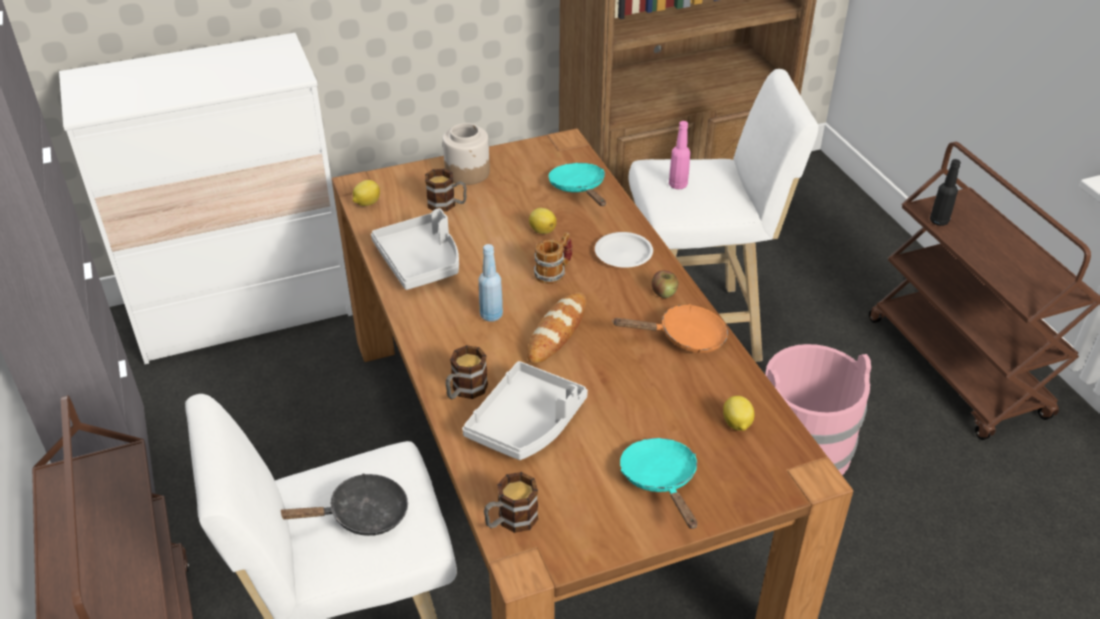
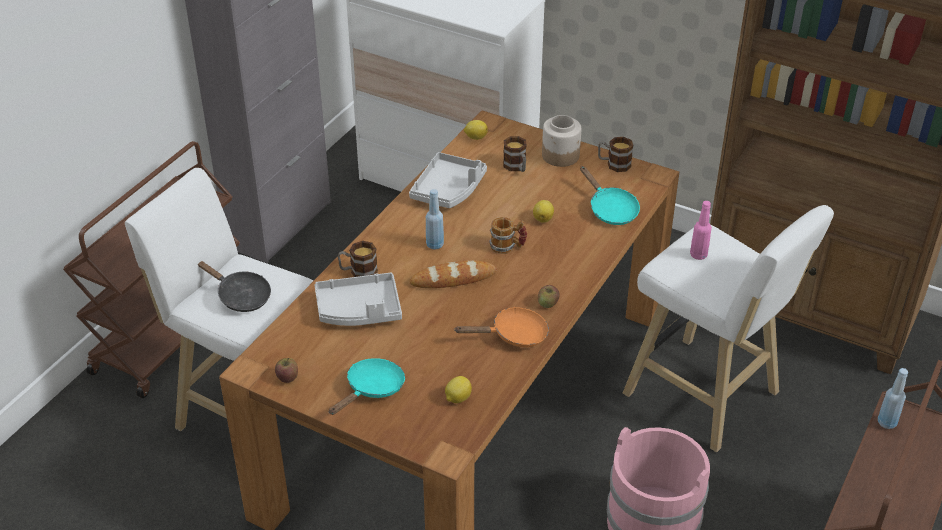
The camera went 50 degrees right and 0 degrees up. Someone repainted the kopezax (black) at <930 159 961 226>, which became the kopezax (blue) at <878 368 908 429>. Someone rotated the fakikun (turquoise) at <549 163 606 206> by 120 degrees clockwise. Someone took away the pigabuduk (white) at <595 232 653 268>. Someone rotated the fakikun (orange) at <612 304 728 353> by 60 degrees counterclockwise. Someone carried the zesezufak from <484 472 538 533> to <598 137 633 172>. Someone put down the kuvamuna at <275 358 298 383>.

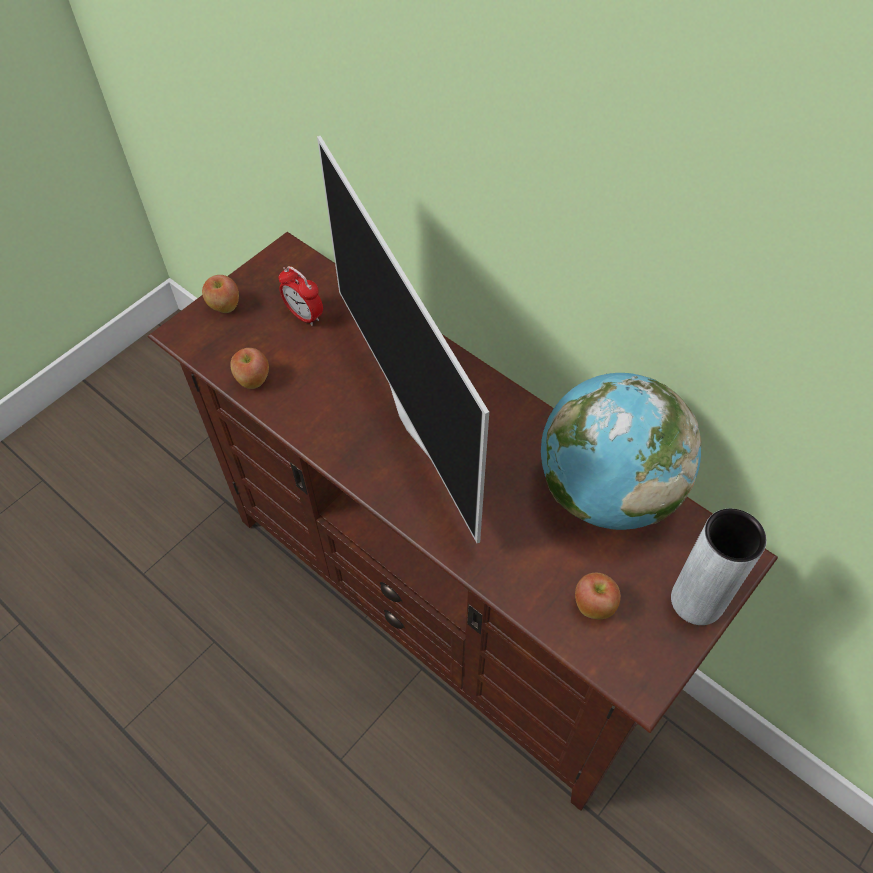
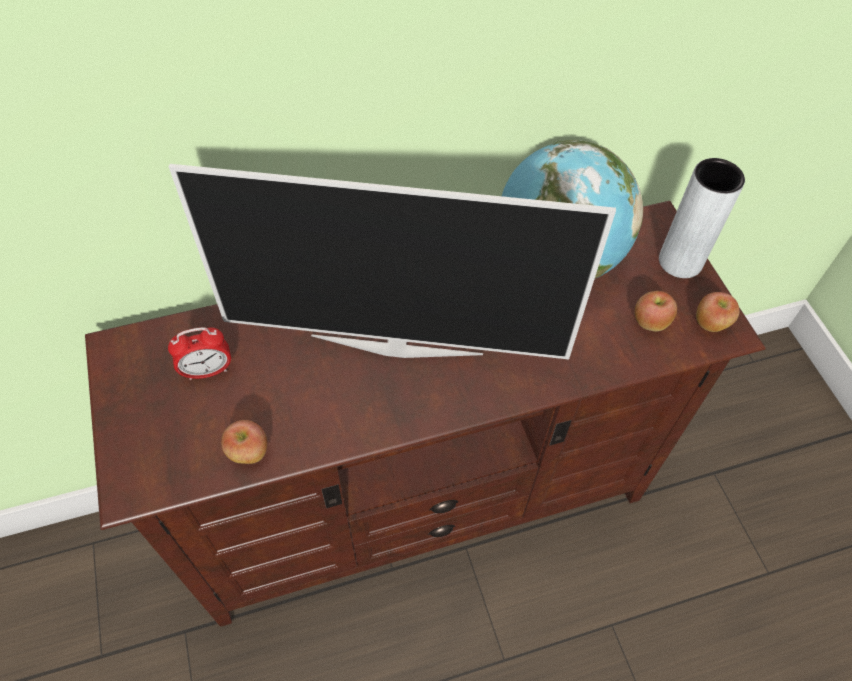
The camera went 60 degrees left and 0 degrees up. Someone carried the kuvamuna from <202 275 239 313> to <696 292 739 332>.

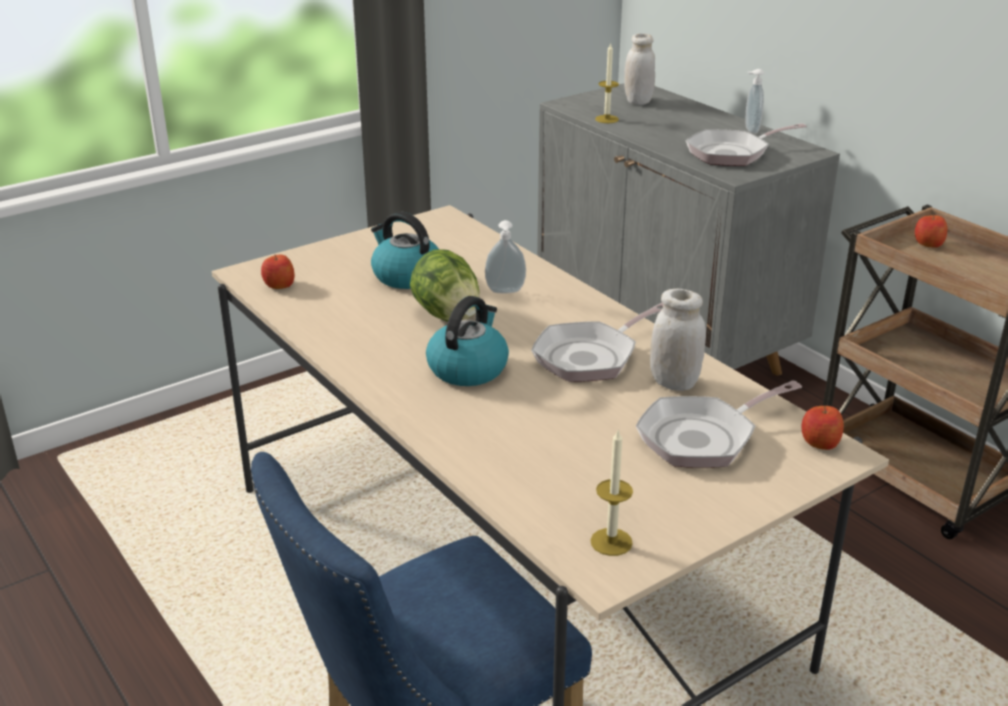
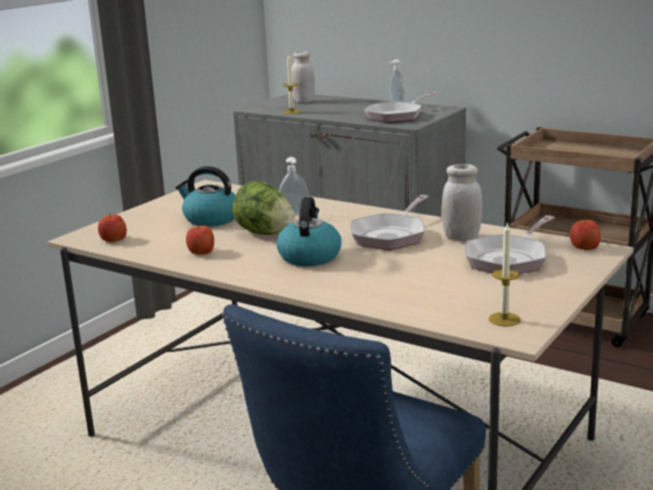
The camera went 20 degrees left and 10 degrees down. Someone carried the kuvamuna from <915 214 947 247> to <186 225 214 255>.

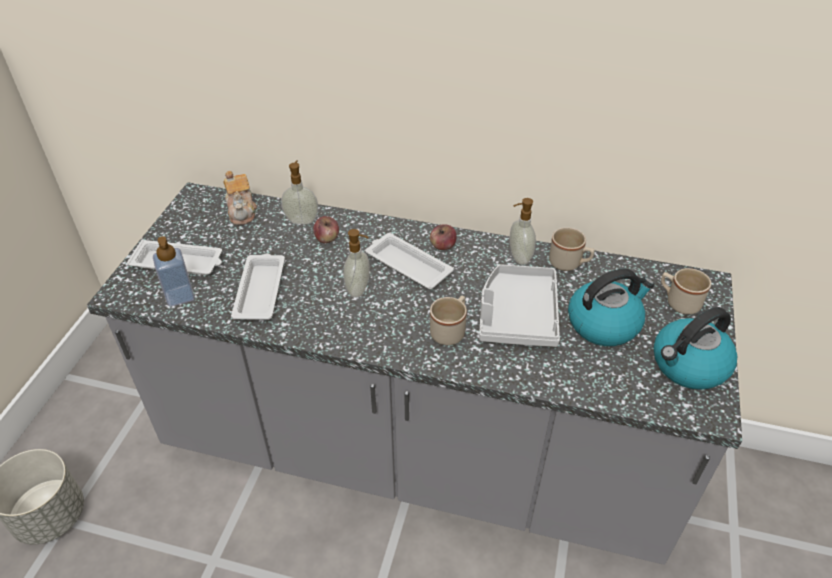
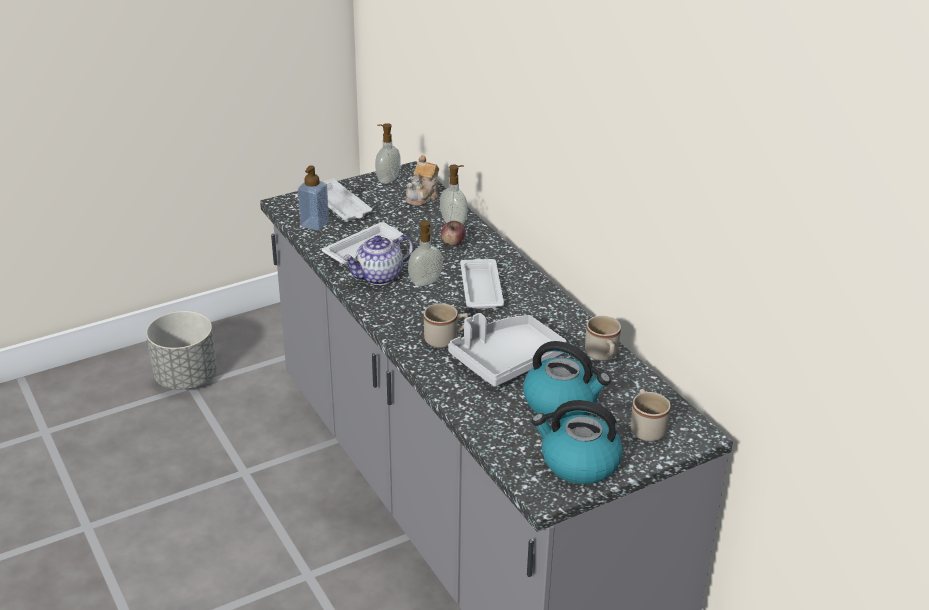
The camera went 45 degrees right and 10 degrees down. Someone carried the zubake from <509 198 536 265> to <375 123 401 184>. Someone took away the kuvamuna at <430 224 457 250>. Someone put down the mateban at <343 234 414 285>.

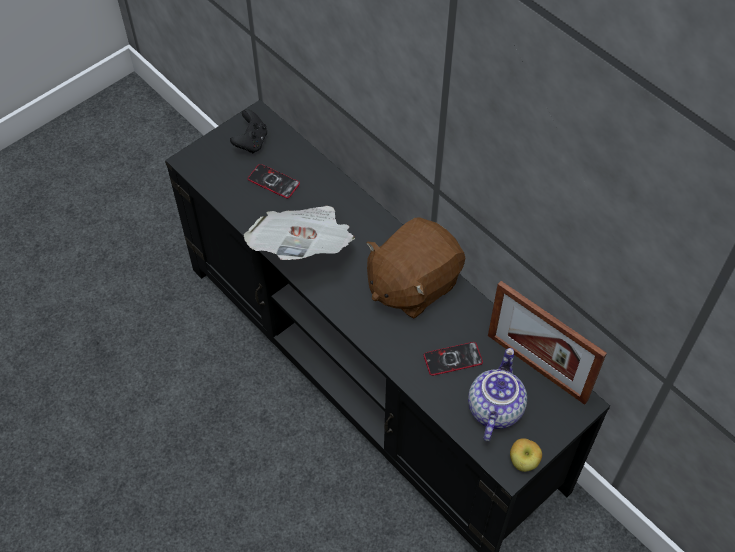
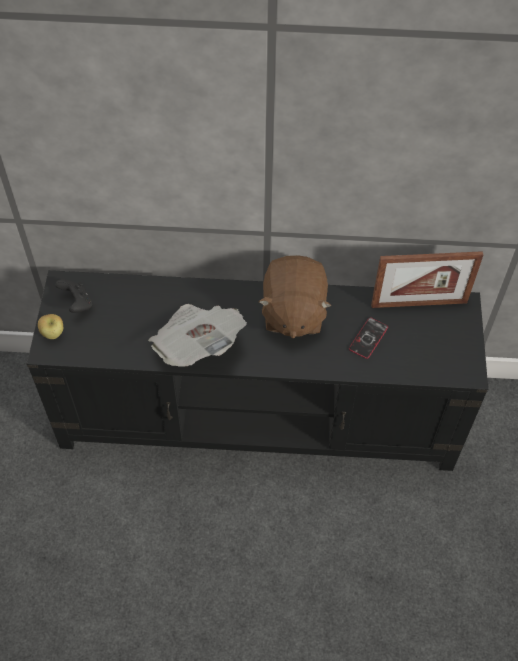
The camera went 45 degrees left and 0 degrees up. Someone took away the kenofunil at <247 164 300 199>. Someone took away the mateban at <468 348 527 441>. Someone carried the kuvamuna from <510 438 542 472> to <38 314 63 339>.

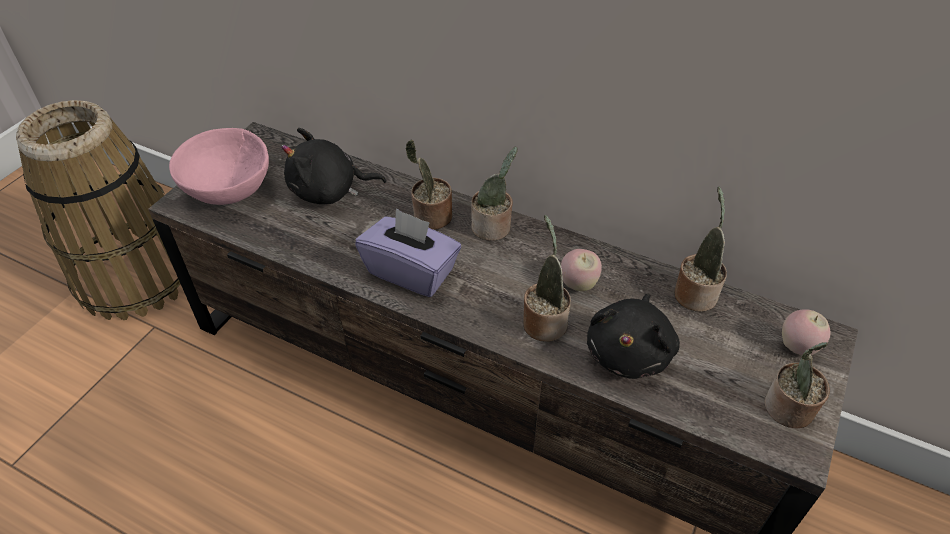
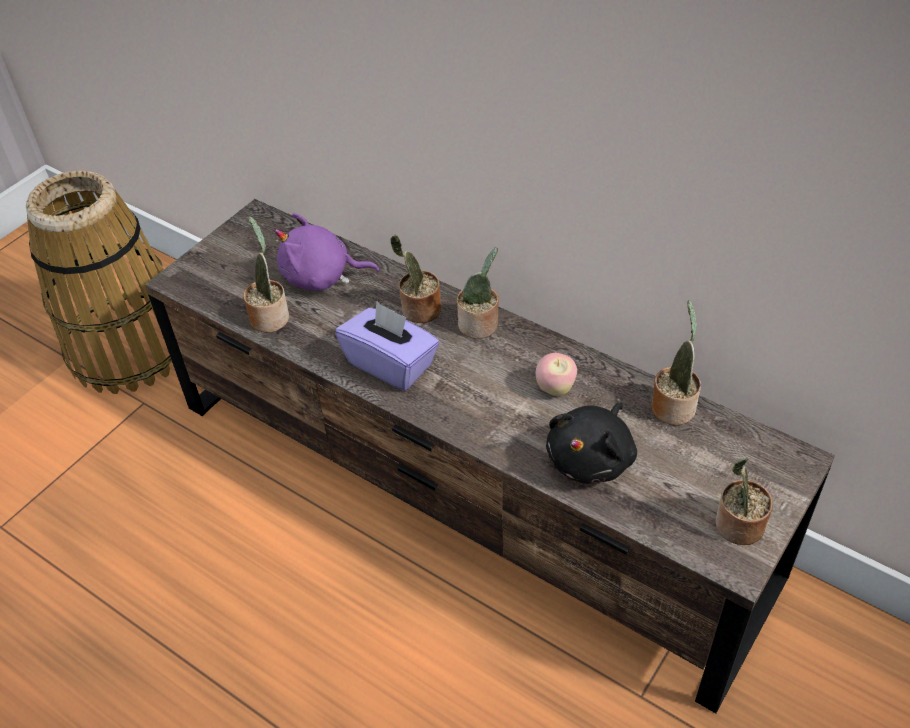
The camera went 10 degrees right and 0 degrees up. Someone took away the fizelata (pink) at <169 128 269 205>. Someone repainted the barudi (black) at <281 128 387 204>, which became the barudi (purple) at <275 213 380 291>. Someone carried the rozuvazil from <523 215 571 342> to <243 216 289 333>. Someone took away the kuvamuna at <782 309 830 355>.

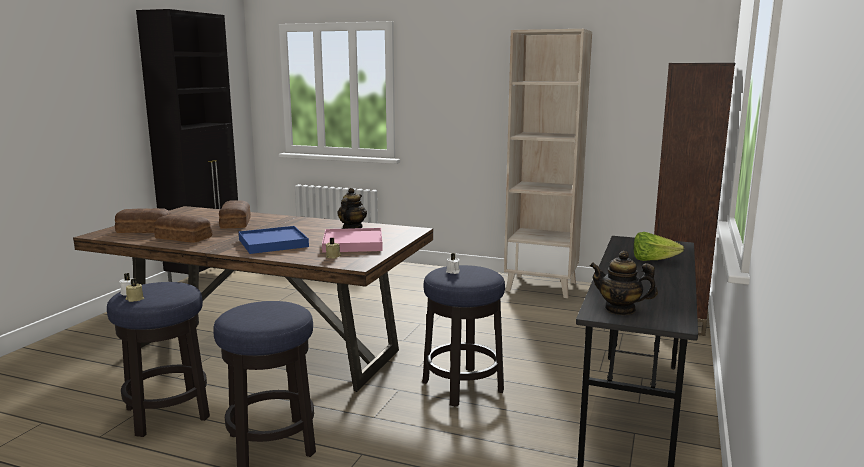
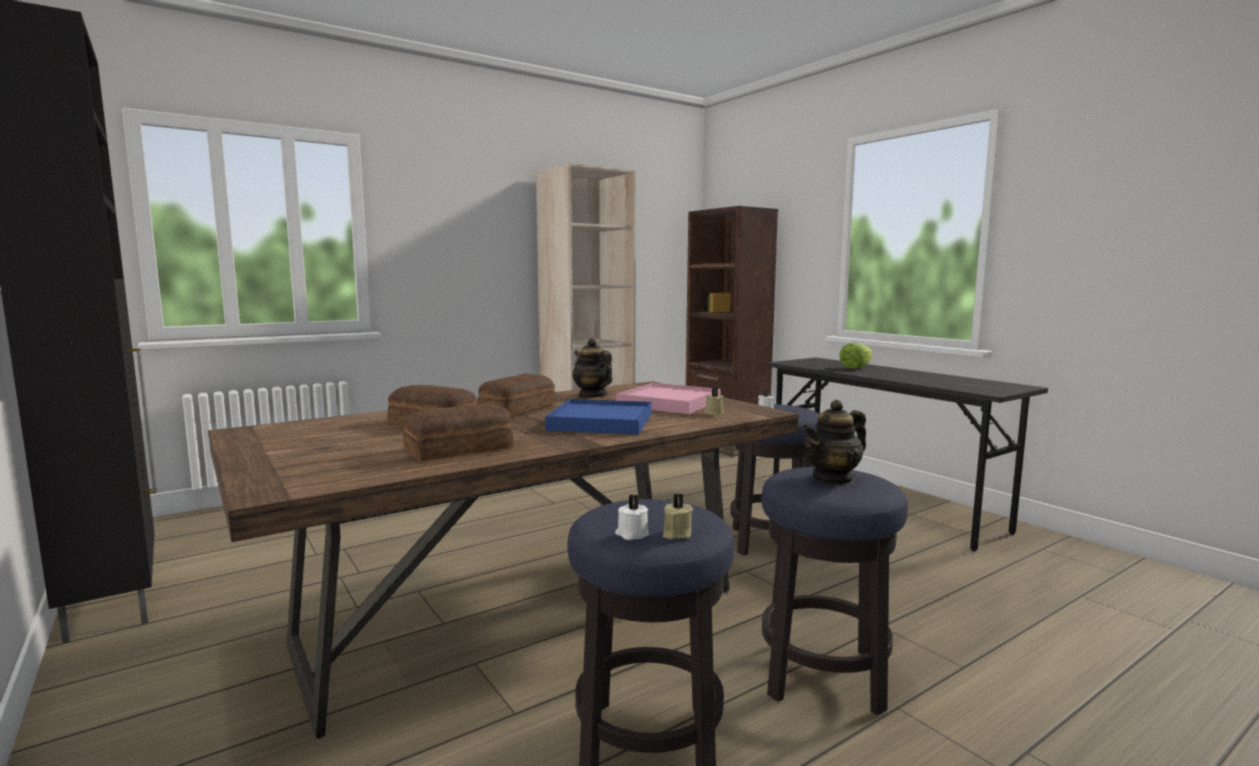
The camera went 55 degrees left and 5 degrees down. Someone carried the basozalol from <115 208 171 233> to <477 373 556 416>. Someone carried the mateban from <590 251 658 315> to <802 399 866 485>.

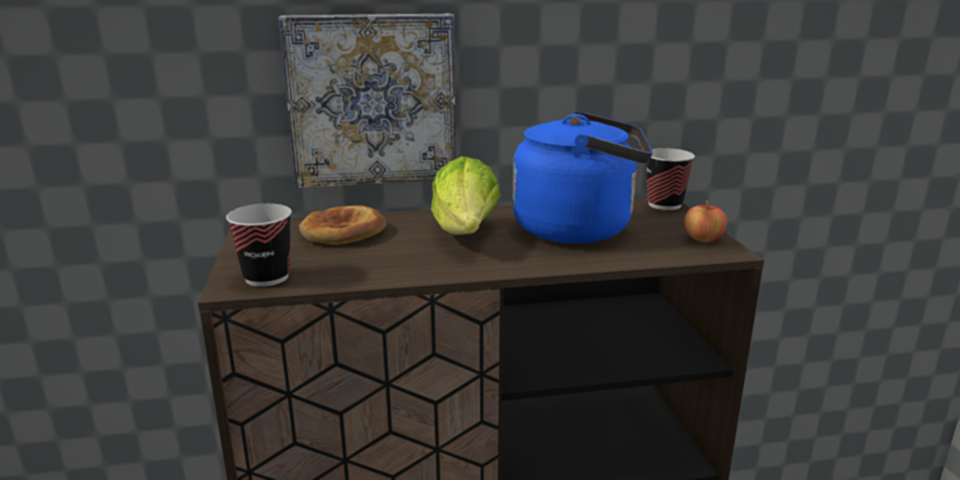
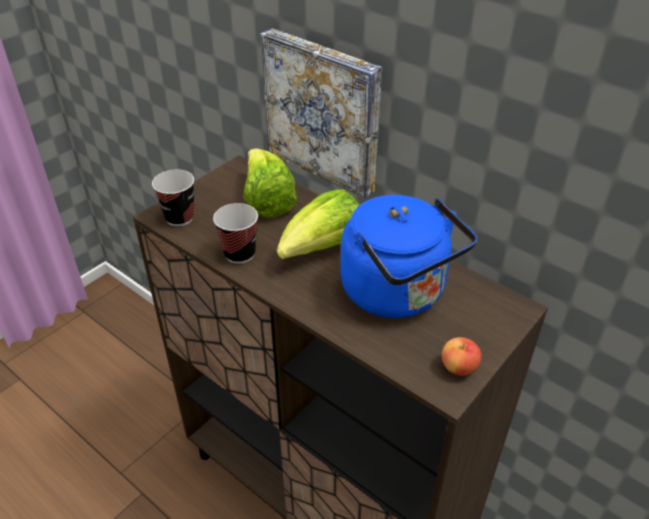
The camera went 50 degrees right and 20 degrees up. Someone carried the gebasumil from <647 148 695 210> to <213 203 258 264>. Someone swapped the basozalol at <299 205 386 245> for the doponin at <243 149 297 218>.

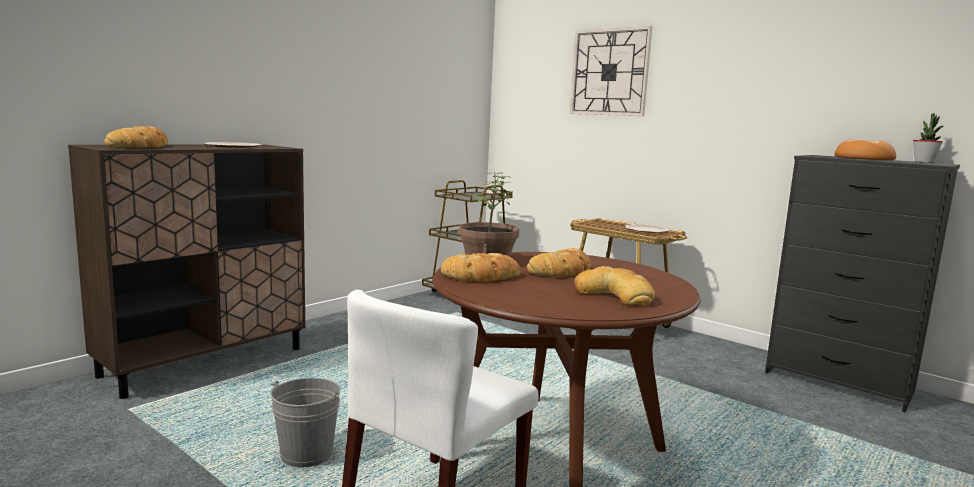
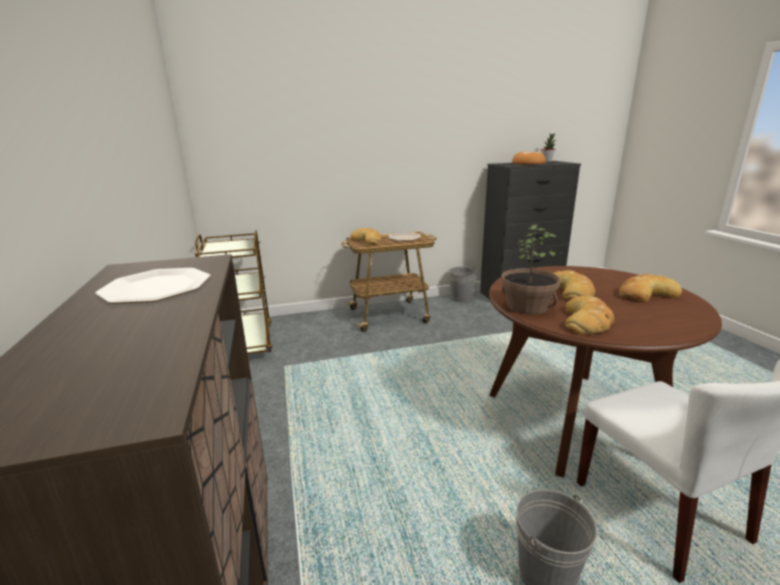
The camera went 55 degrees left and 10 degrees up. Someone took away the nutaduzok at <570 26 652 116>. Someone carried the basozalol from <104 126 168 148> to <351 228 382 244>. Someone put down the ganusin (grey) at <449 266 477 302>.

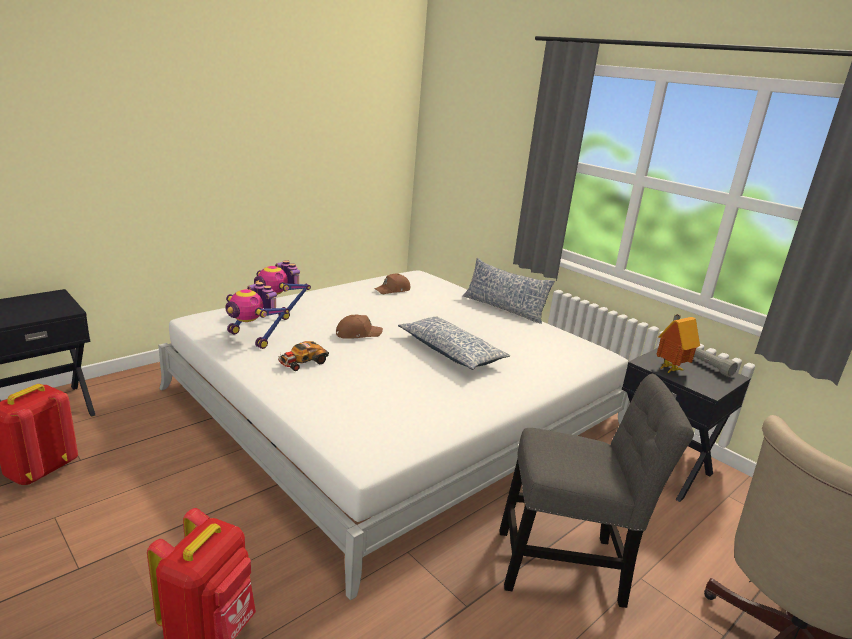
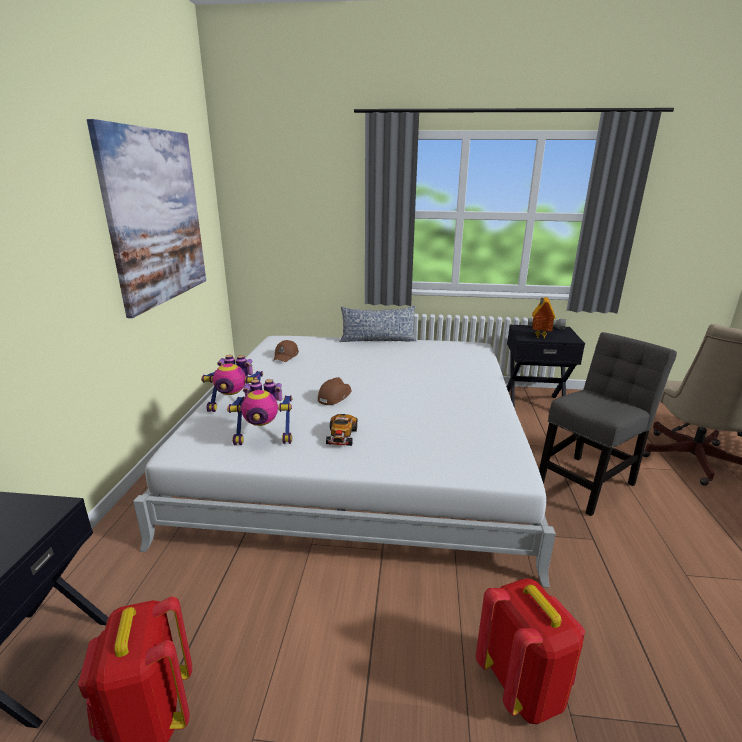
The camera went 40 degrees left and 0 degrees up. Someone took away the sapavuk at <398 317 510 370>. Someone put up the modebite at <87 119 206 318>.

